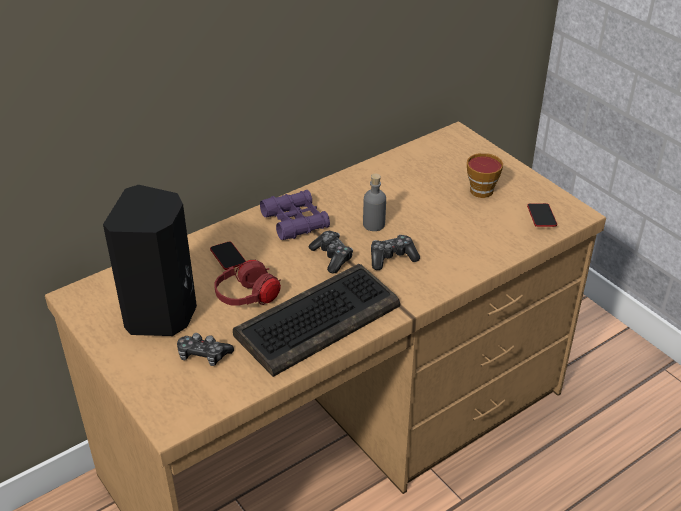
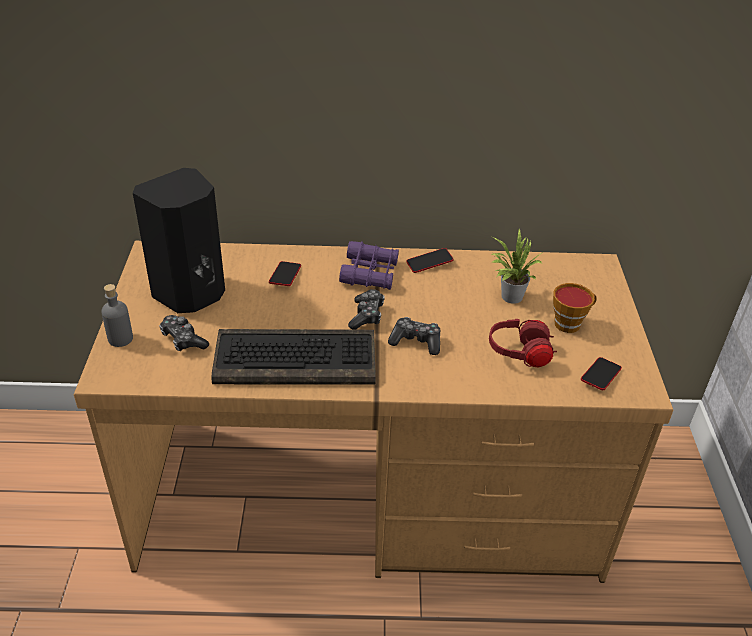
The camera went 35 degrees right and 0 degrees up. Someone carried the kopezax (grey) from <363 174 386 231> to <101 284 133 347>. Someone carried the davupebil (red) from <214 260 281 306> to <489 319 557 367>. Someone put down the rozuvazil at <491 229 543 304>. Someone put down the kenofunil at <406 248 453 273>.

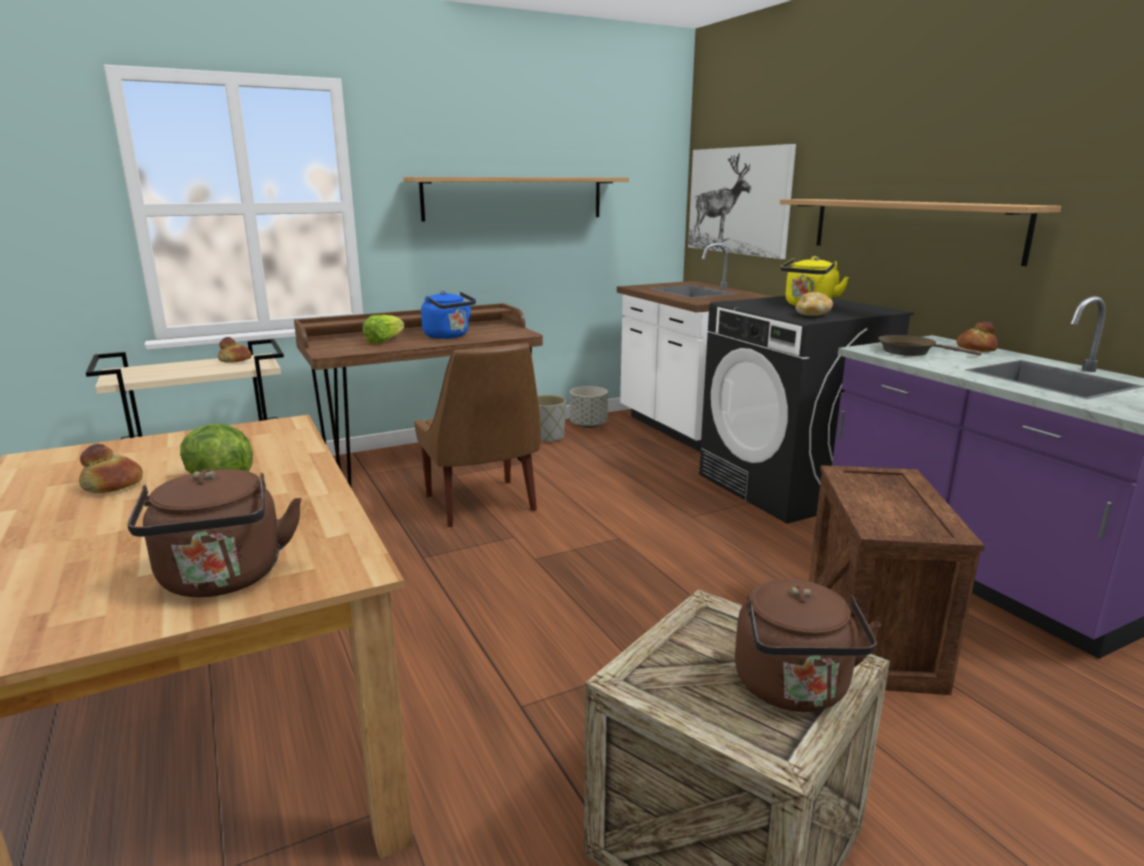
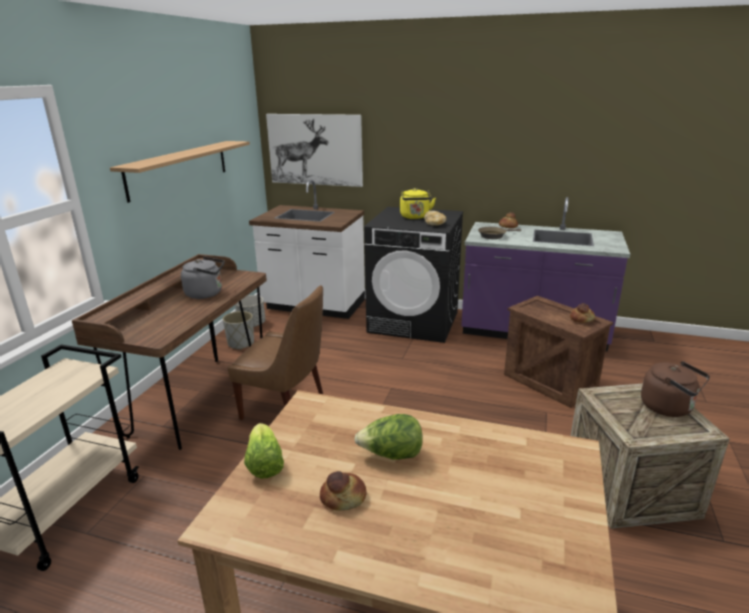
The camera went 45 degrees left and 5 degrees up. Someone took away the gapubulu at <780 199 1061 266>. Someone repainted the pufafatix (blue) at <421 291 476 339>, which became the pufafatix (grey) at <181 256 224 299>. Someone carried the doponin from <363 315 405 344> to <244 423 284 479>. Someone carried the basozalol from <218 337 252 363> to <570 303 595 323>. Someone took away the pufafatix (brown) at <127 469 302 598>.

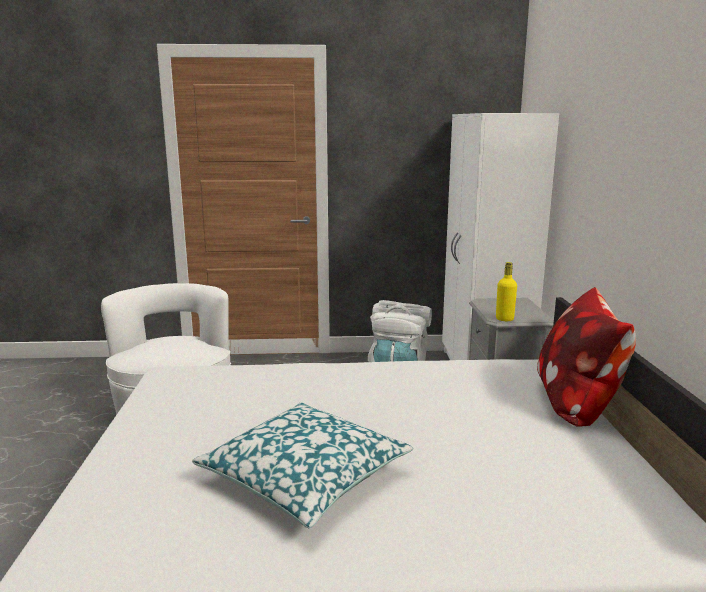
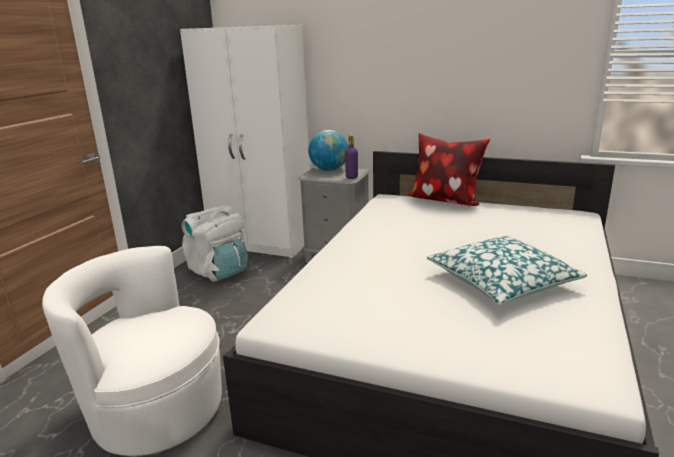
The camera went 65 degrees left and 5 degrees up. Someone repainted the kopezax (yellow) at <496 262 517 321>, which became the kopezax (purple) at <345 135 358 179>. Someone put down the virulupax at <308 130 349 171>.

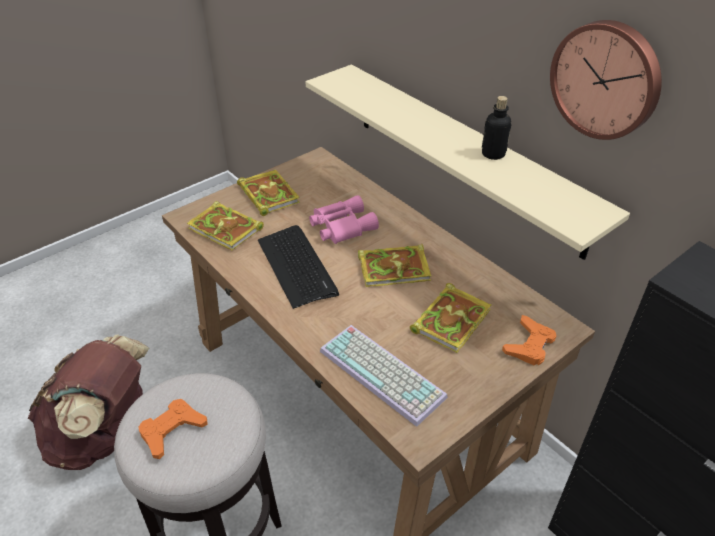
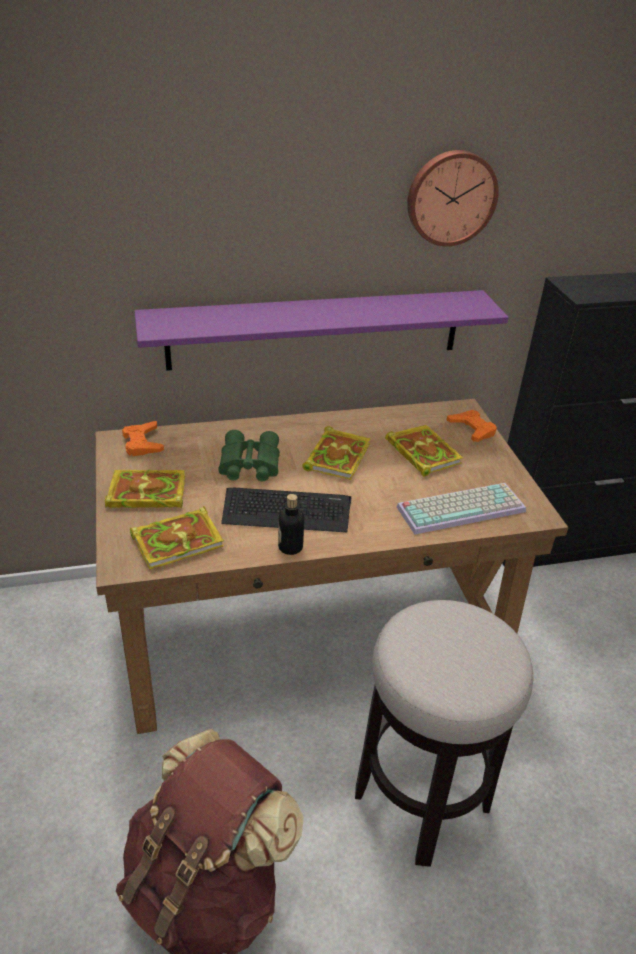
The camera went 65 degrees left and 5 degrees down. Someone repainted the gapubulu (beige) at <306 64 630 260>, which became the gapubulu (purple) at <134 290 509 371>. Someone carried the kopezax from <482 96 511 160> to <278 494 304 555>. Someone repainted the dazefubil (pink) at <309 195 379 244>, which became the dazefubil (green) at <218 430 280 481>. Someone carried the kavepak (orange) from <138 399 208 459> to <122 421 164 456>.

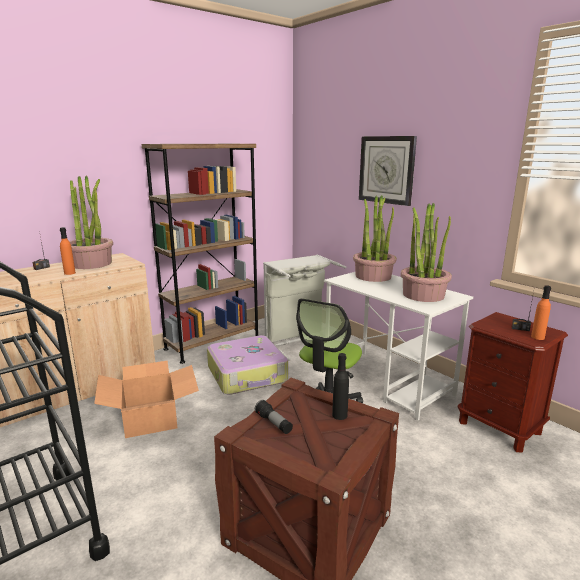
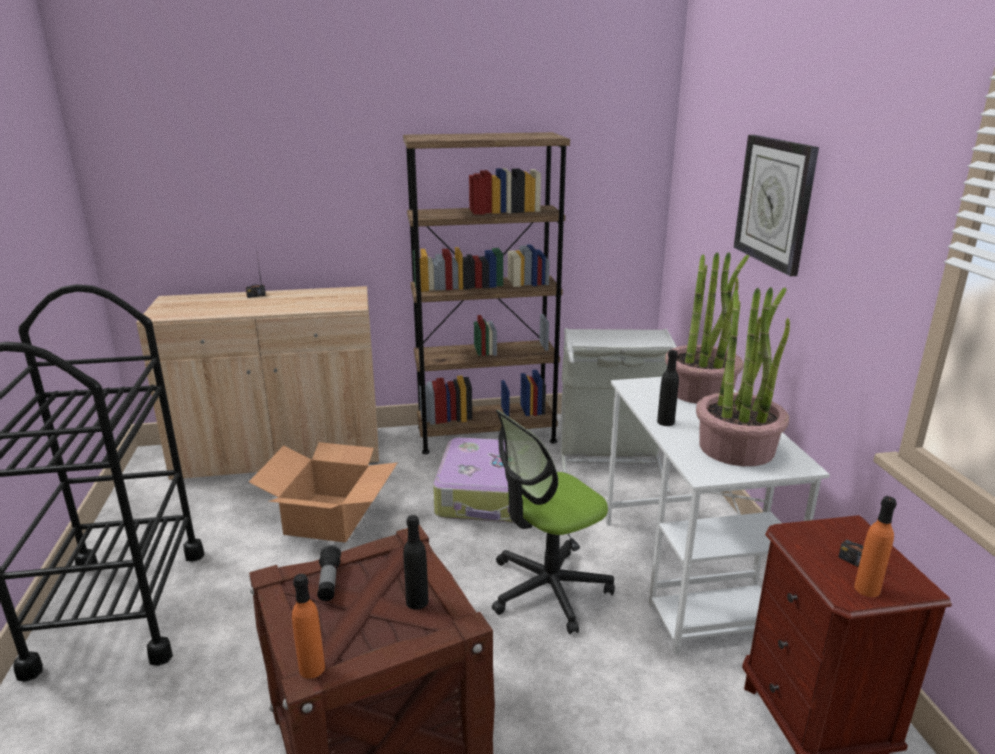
The camera went 30 degrees right and 5 degrees up. Someone took away the rozuvazil at <69 176 113 269>. Someone carried the kopezax (orange) from <60 227 76 275> to <292 574 325 679>. Someone put down the kopezax (black) at <657 350 679 426>.

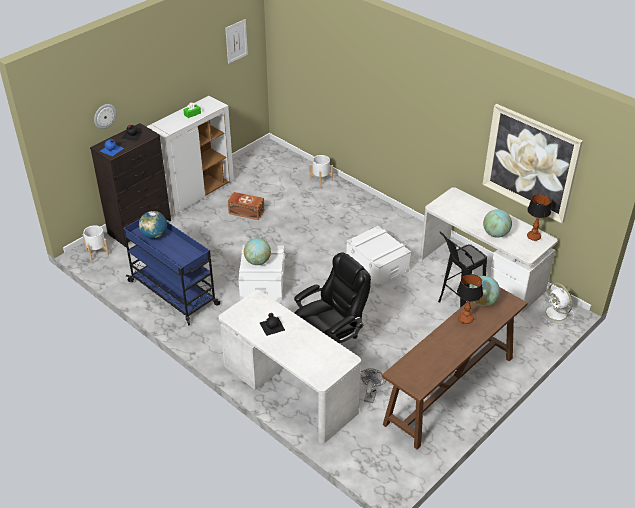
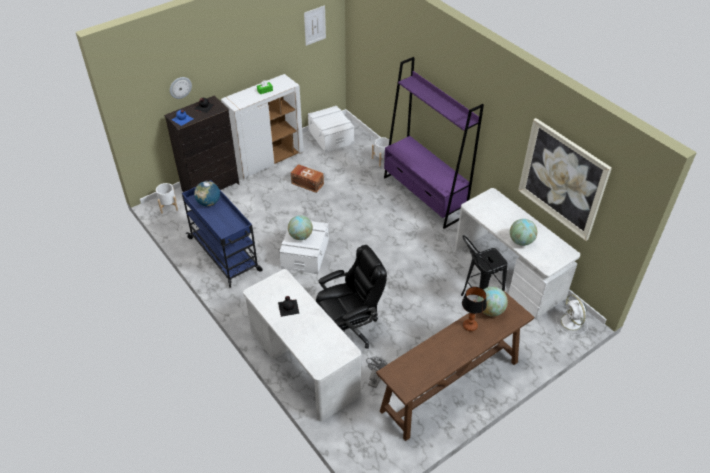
The camera went 10 degrees right and 5 degrees up. Someone took away the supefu at <527 194 551 241>. Someone carried the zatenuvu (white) from <346 226 411 288> to <308 106 354 153>. Someone put down the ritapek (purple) at <384 57 484 229>.

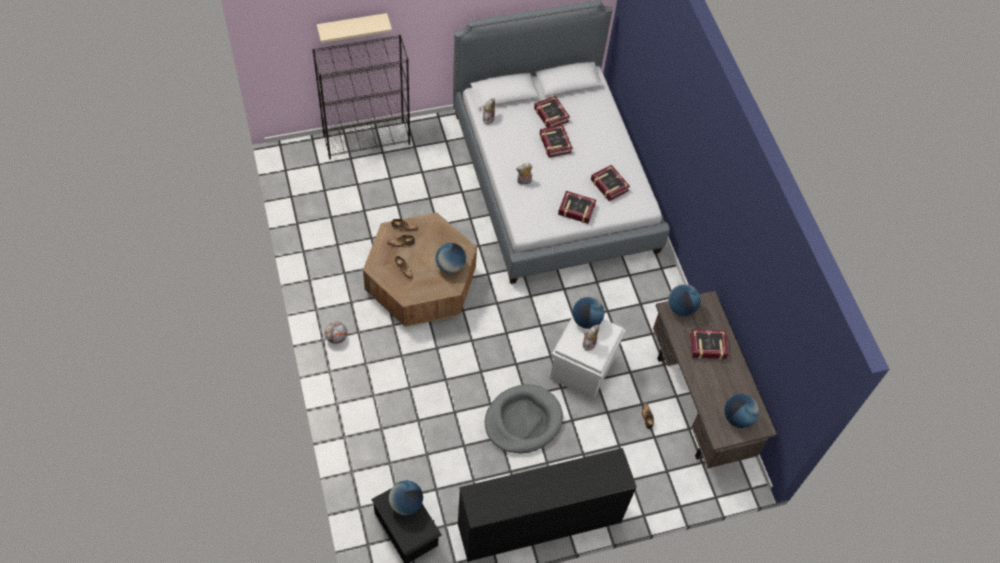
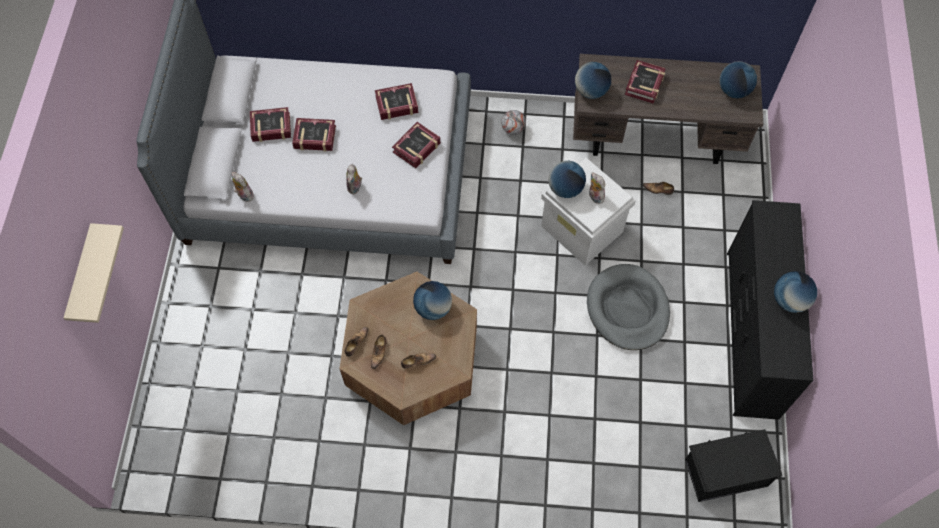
The camera went 65 degrees left and 5 degrees up. Someone took away the ritapek (black) at <312 35 410 159>. Someone carried the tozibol from <325 321 348 344> to <501 110 526 135>. Someone carried the virulupax from <389 480 423 515> to <774 271 817 313>.

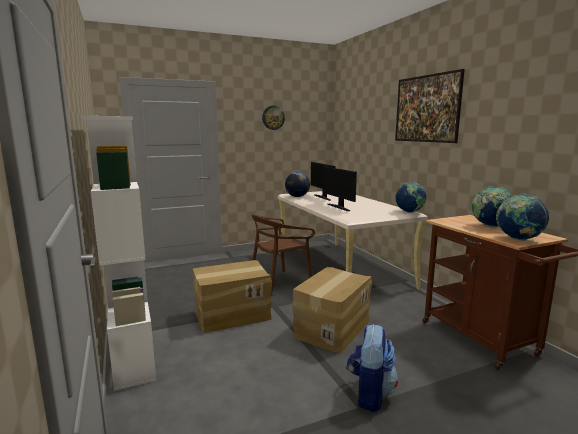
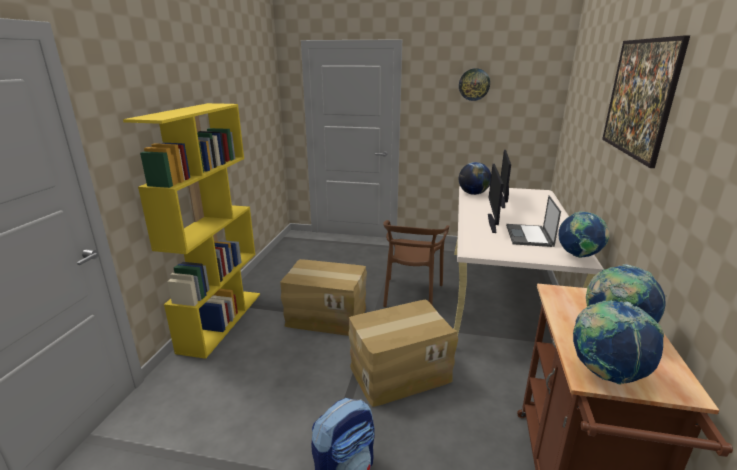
The camera went 35 degrees right and 10 degrees up. Someone repainted the ritapek (white) at <82 116 156 391>, which became the ritapek (yellow) at <123 103 260 359>. Someone rotated the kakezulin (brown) at <252 214 315 295> by 75 degrees counterclockwise. Someone put down the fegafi at <506 195 561 247>.

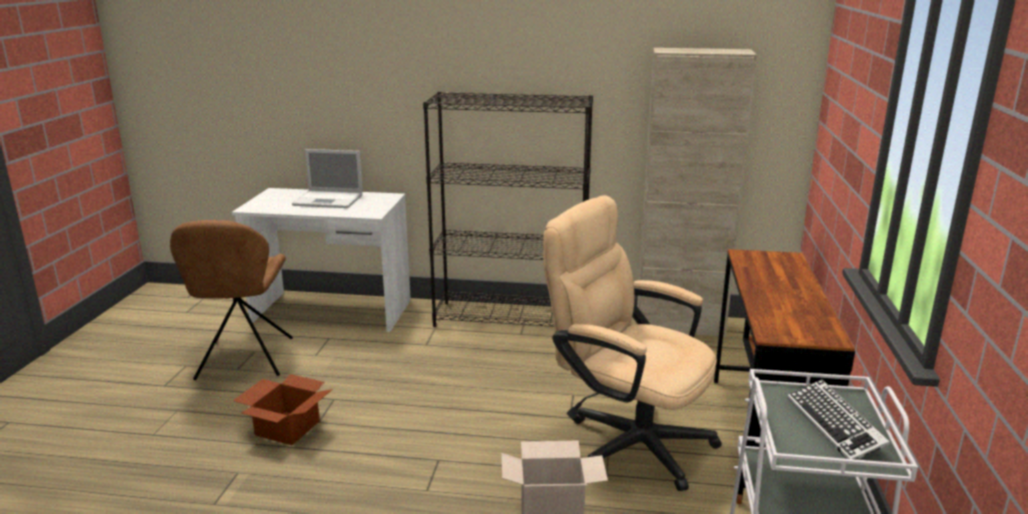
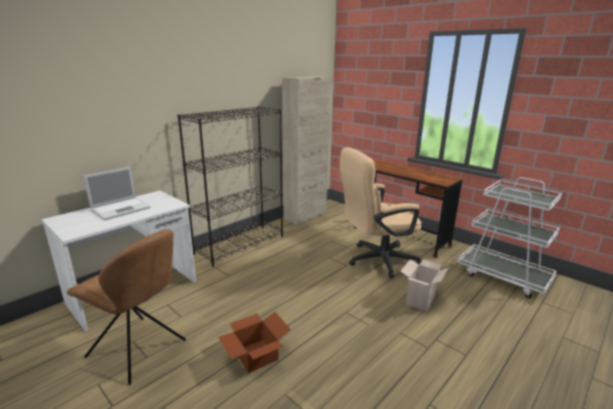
The camera went 55 degrees left and 0 degrees up. Someone took away the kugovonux at <787 379 890 460>.

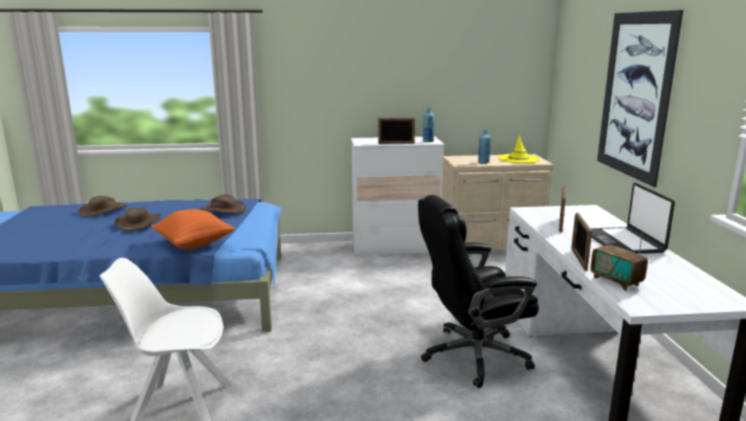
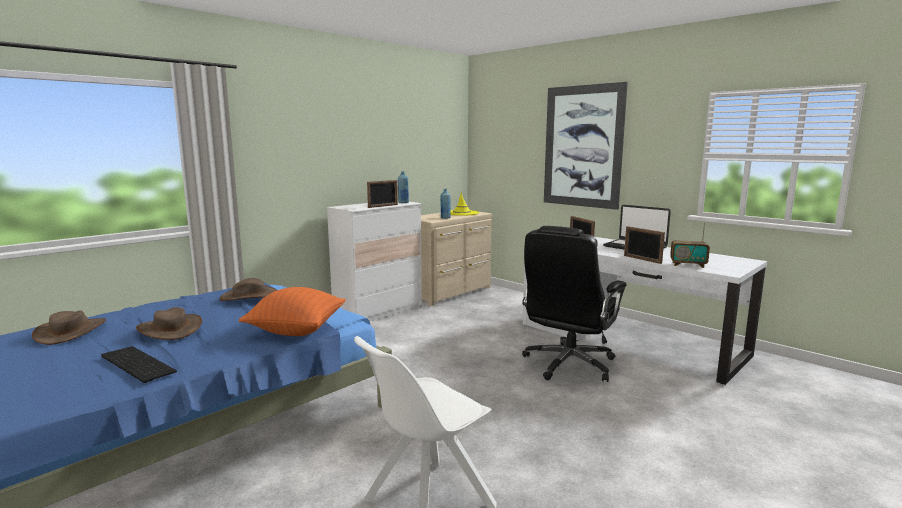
The camera went 40 degrees left and 5 degrees down. Someone put down the kugovonux at <101 346 177 383>.

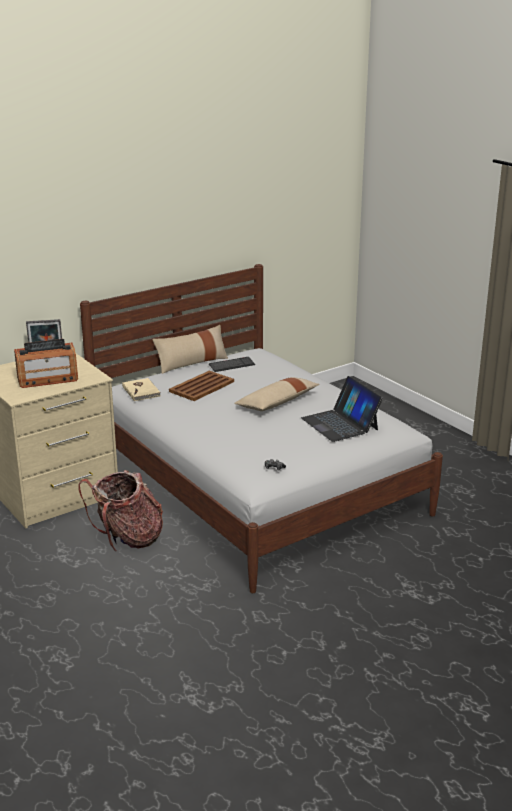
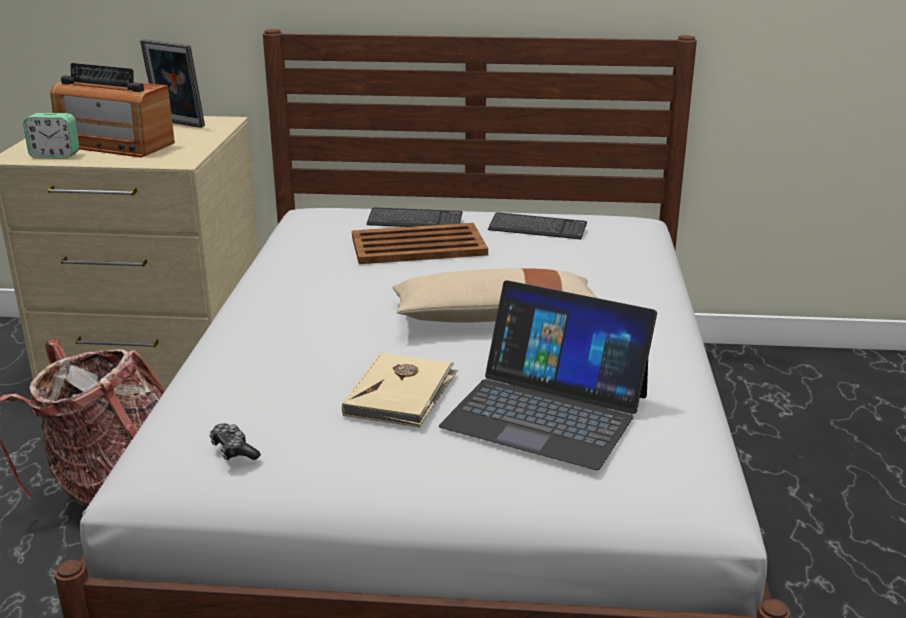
The camera went 40 degrees right and 0 degrees up. Someone took away the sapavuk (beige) at <152 325 228 374>. Someone rotated the fegafi at <301 376 383 442> by 75 degrees counterclockwise. Someone carried the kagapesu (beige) from <122 378 161 401> to <342 352 458 427>. Someone put down the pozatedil at <23 113 80 158>. Someone put down the kugovonux at <366 207 462 227>.

